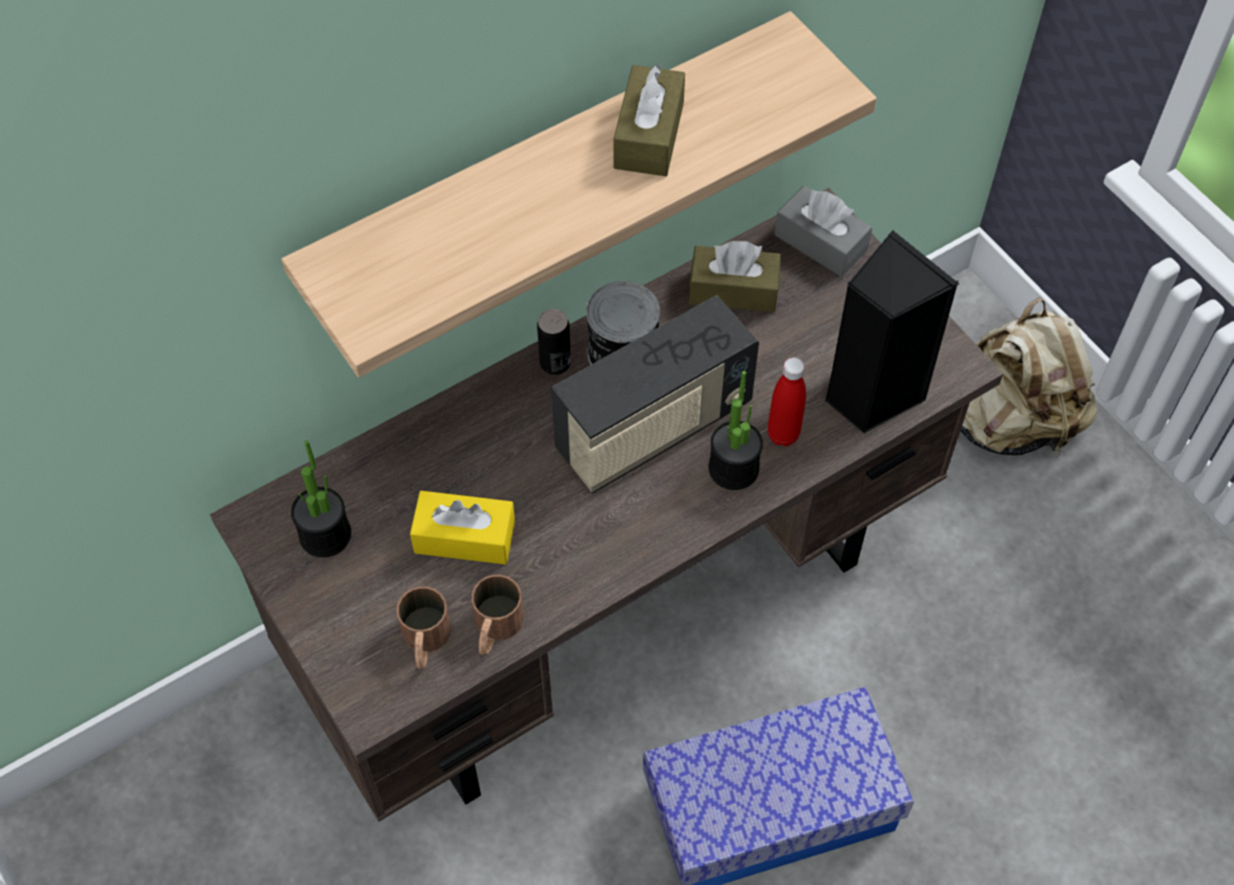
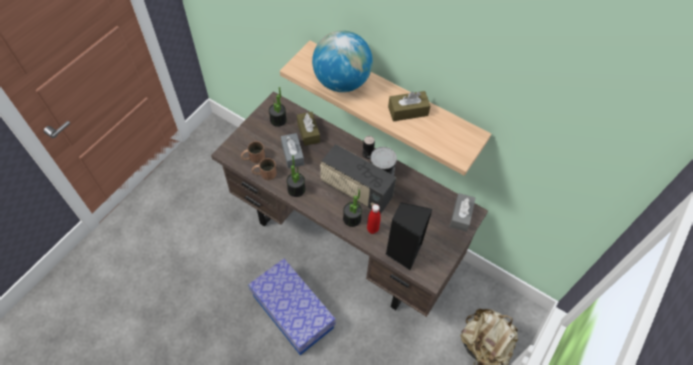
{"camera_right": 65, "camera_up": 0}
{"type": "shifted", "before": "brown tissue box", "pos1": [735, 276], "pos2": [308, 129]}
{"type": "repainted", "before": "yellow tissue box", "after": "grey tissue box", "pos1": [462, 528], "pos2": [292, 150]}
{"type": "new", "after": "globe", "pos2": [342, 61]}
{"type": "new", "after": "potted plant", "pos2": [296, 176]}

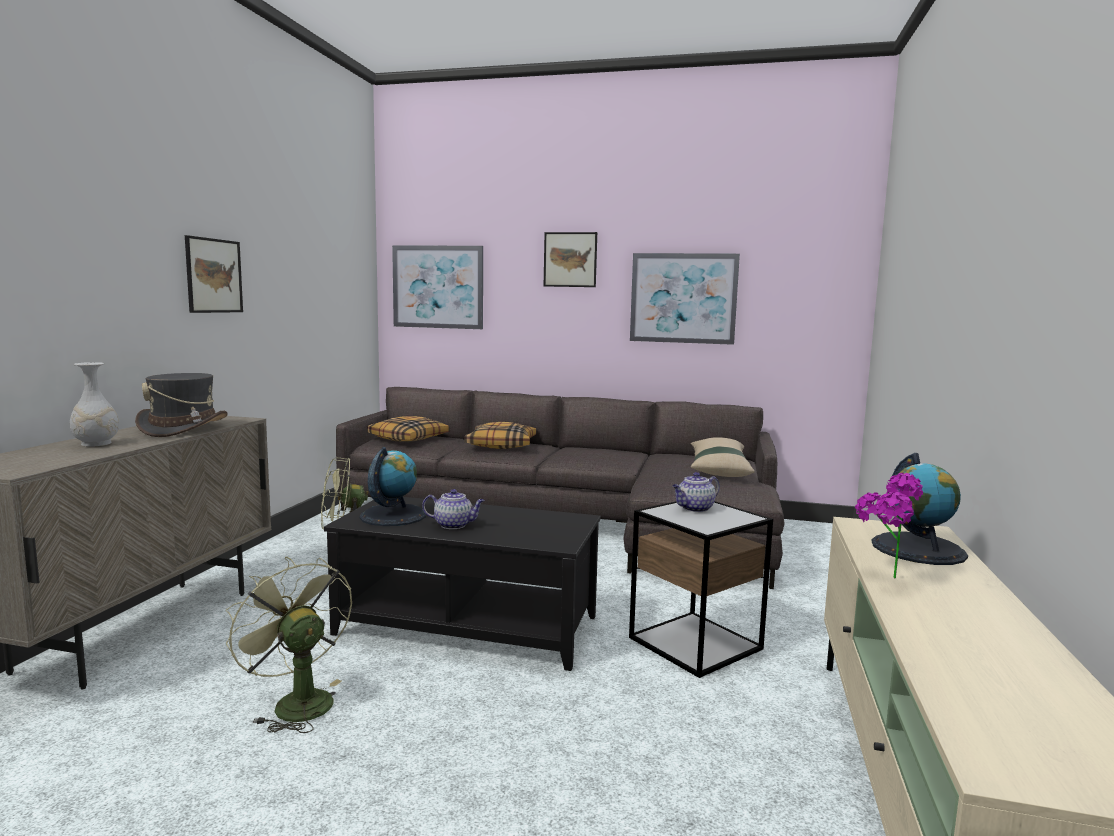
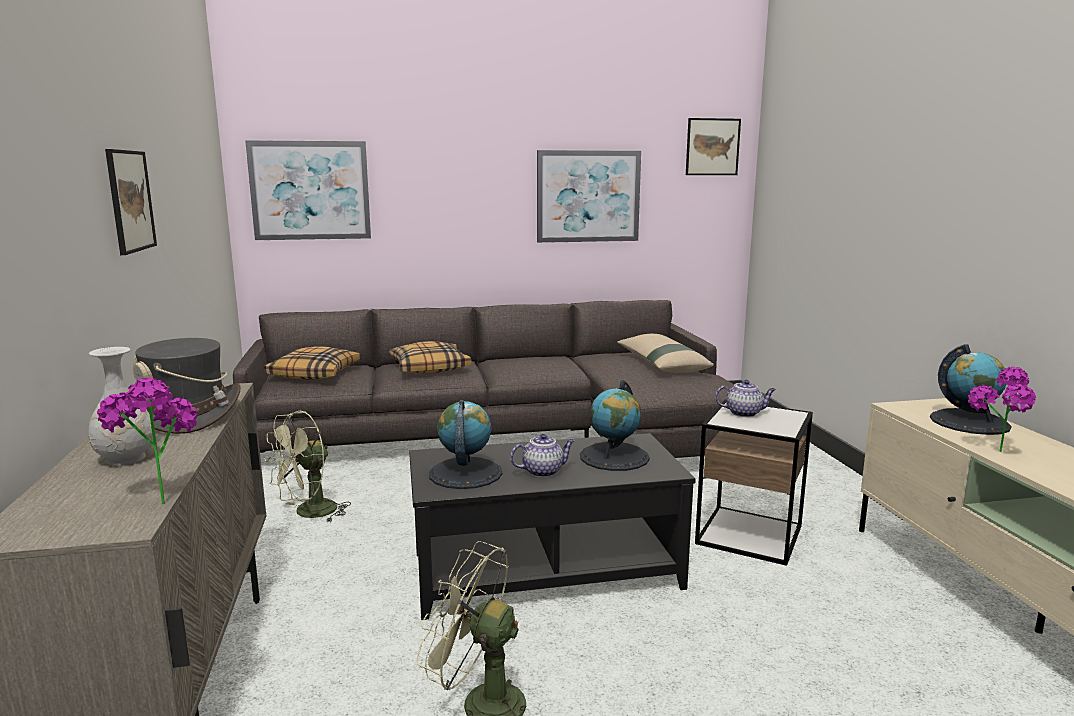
{"camera_right": -25, "camera_up": 5}
{"type": "shifted", "before": "picture", "pos1": [570, 259], "pos2": [713, 146]}
{"type": "rotated", "before": "teapot", "pos1": [696, 492], "pos2": [745, 398], "turn": -120}
{"type": "new", "after": "potted plant", "pos2": [147, 441]}
{"type": "new", "after": "globe", "pos2": [615, 425]}

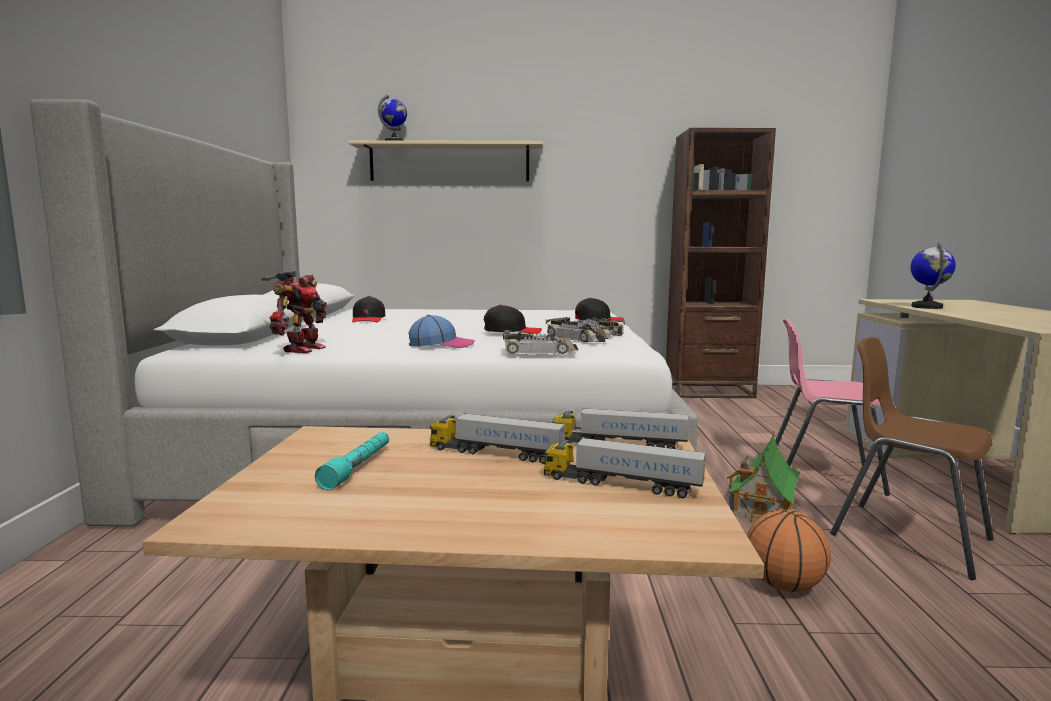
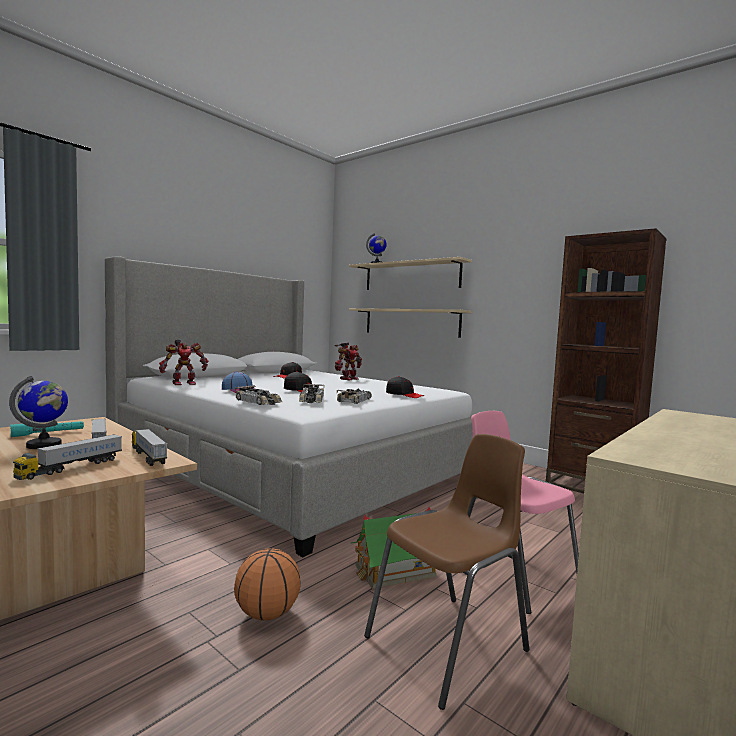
{"camera_right": 40, "camera_up": -5}
{"type": "shifted", "before": "globe", "pos1": [933, 275], "pos2": [38, 412]}
{"type": "rotated", "before": "brown chair", "pos1": [912, 458], "pos2": [446, 572], "turn": 60}
{"type": "rotated", "before": "toy truck", "pos1": [625, 467], "pos2": [67, 457], "turn": -120}
{"type": "new", "after": "beige shelf", "pos2": [410, 323]}
{"type": "new", "after": "toy robot", "pos2": [348, 361]}

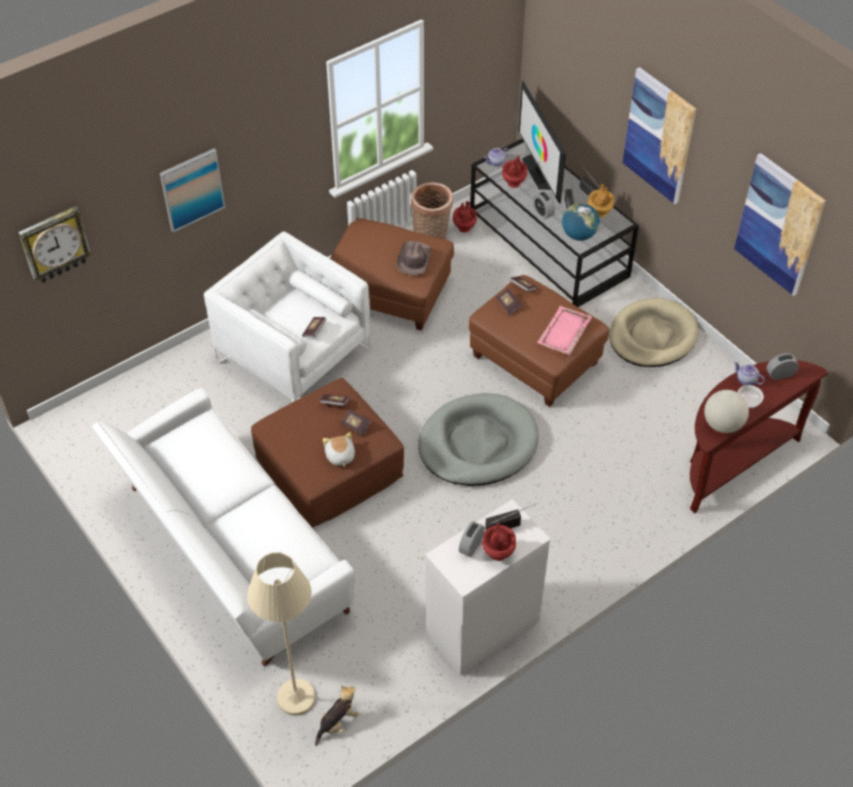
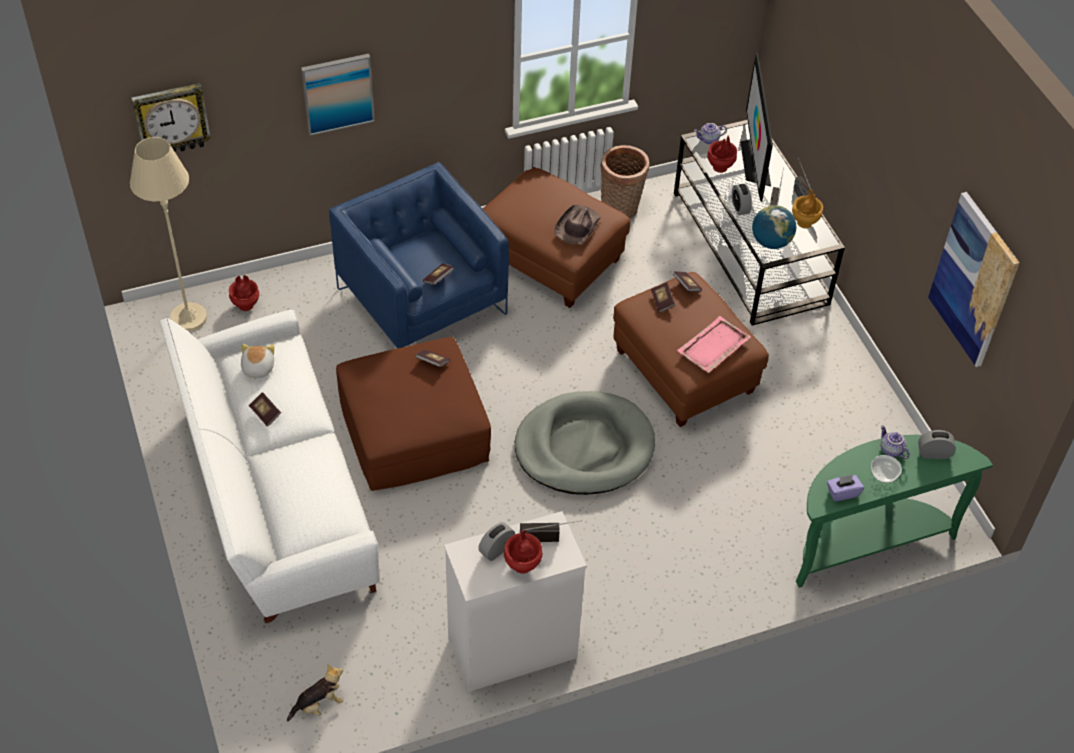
{"camera_right": 15, "camera_up": 0}
{"type": "gone", "before": "picture", "pos1": [659, 135]}
{"type": "shifted", "before": "red vase", "pos1": [465, 217], "pos2": [244, 293]}
{"type": "repainted", "before": "white armchair", "after": "blue armchair", "pos1": [287, 316], "pos2": [419, 255]}
{"type": "gone", "before": "beige dog bed", "pos1": [654, 332]}
{"type": "repainted", "before": "brown console table", "after": "green console table", "pos1": [759, 436], "pos2": [894, 511]}
{"type": "swapped", "before": "globe", "after": "purple tissue box", "pos1": [726, 411], "pos2": [845, 488]}
{"type": "shifted", "before": "book", "pos1": [356, 422], "pos2": [265, 409]}
{"type": "shifted", "before": "plush toy", "pos1": [339, 450], "pos2": [257, 362]}
{"type": "shifted", "before": "beige floor lamp", "pos1": [281, 634], "pos2": [168, 234]}

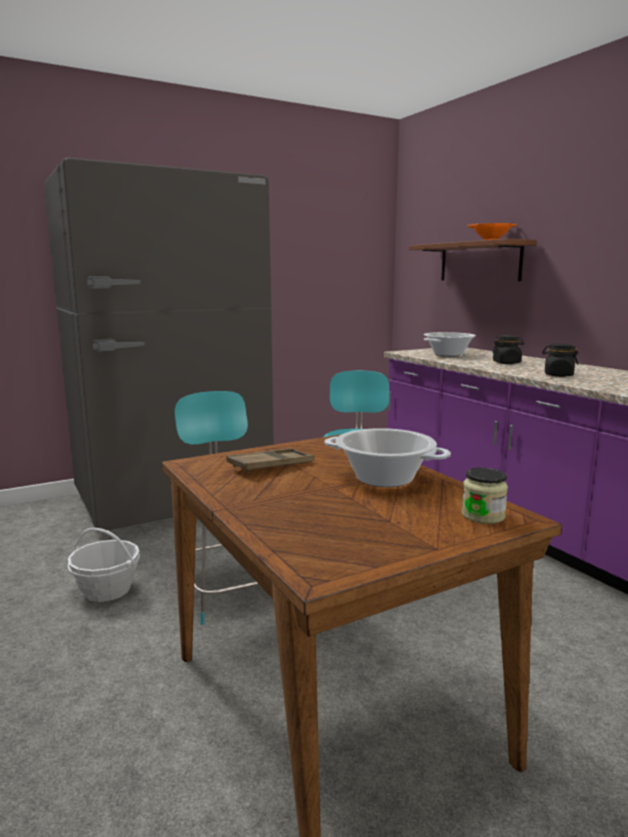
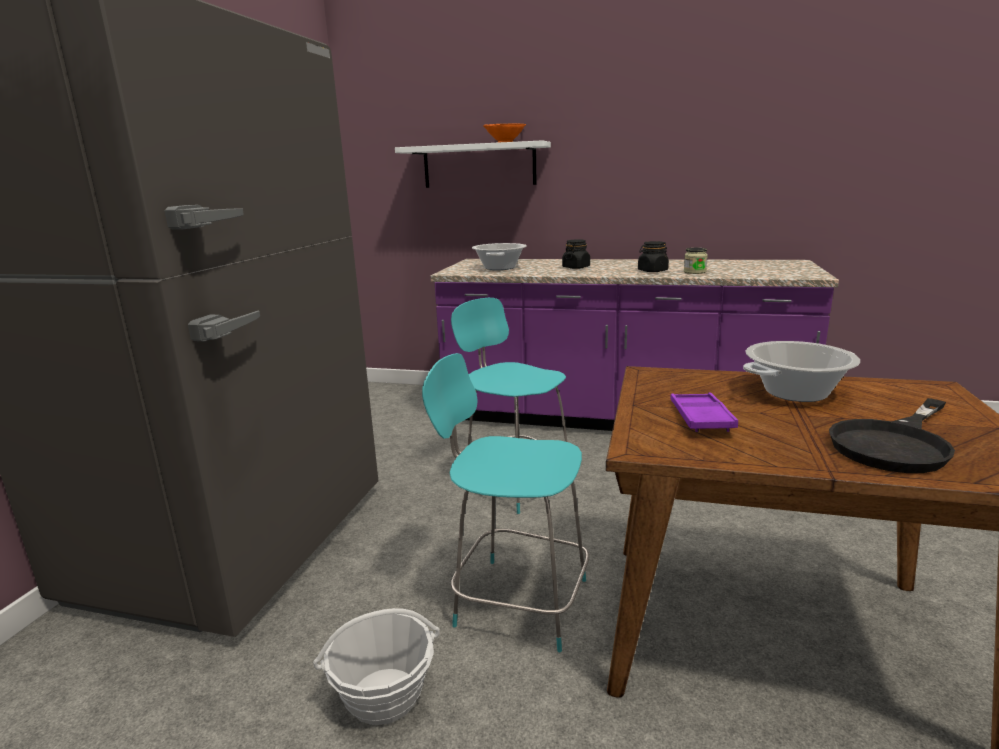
{"camera_right": -45, "camera_up": 5}
{"type": "repainted", "before": "brown shelf", "after": "white shelf", "pos1": [472, 260], "pos2": [473, 164]}
{"type": "repainted", "before": "brown tray", "after": "purple tray", "pos1": [270, 460], "pos2": [704, 412]}
{"type": "shifted", "before": "jar", "pos1": [485, 495], "pos2": [696, 261]}
{"type": "new", "after": "black frying pan", "pos2": [892, 435]}

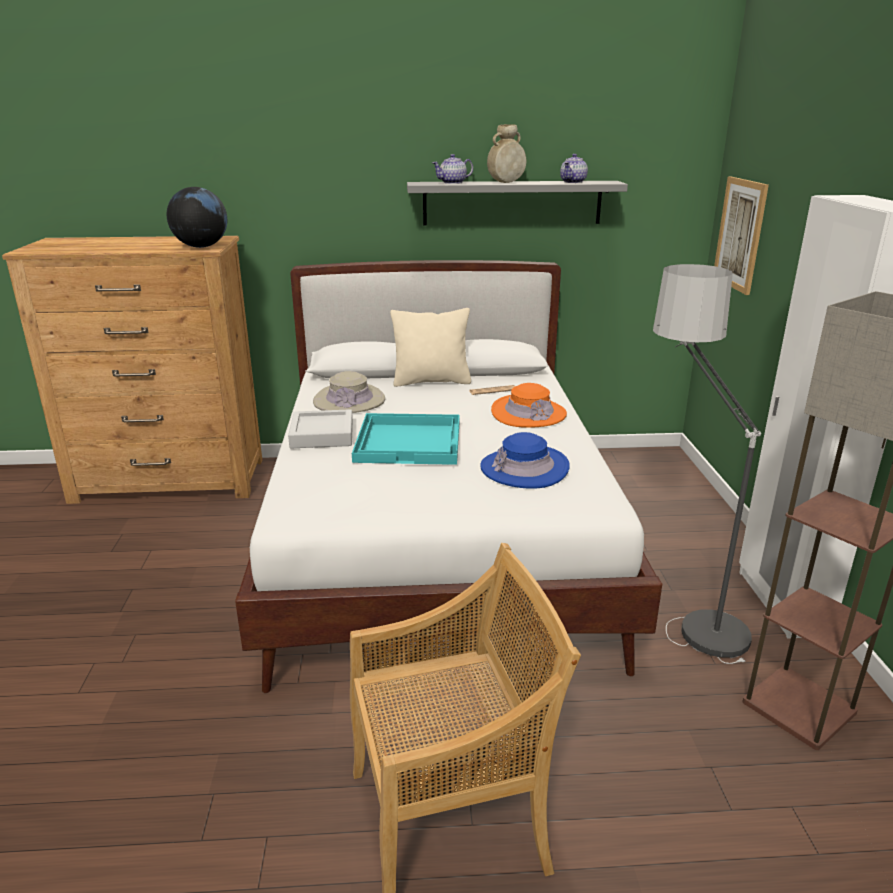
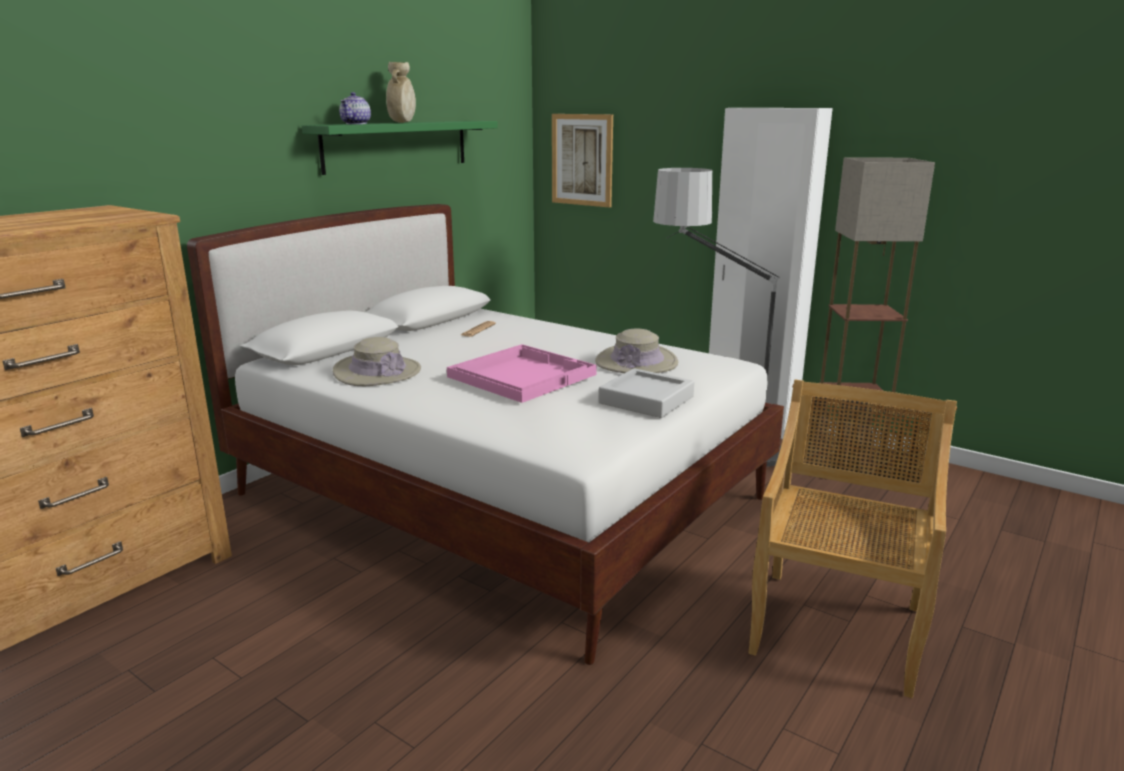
{"camera_right": -50, "camera_up": -5}
{"type": "gone", "before": "teapot", "pos1": [574, 168]}
{"type": "repainted", "before": "grey shelf", "after": "green shelf", "pos1": [517, 203], "pos2": [400, 148]}
{"type": "gone", "before": "globe", "pos1": [197, 217]}
{"type": "gone", "before": "beige pillow", "pos1": [430, 347]}
{"type": "gone", "before": "orange hat", "pos1": [529, 405]}
{"type": "shifted", "before": "grey tray", "pos1": [320, 428], "pos2": [646, 393]}
{"type": "repainted", "before": "turquoise tray", "after": "pink tray", "pos1": [406, 439], "pos2": [522, 373]}
{"type": "repainted", "before": "blue hat", "after": "beige hat", "pos1": [525, 460], "pos2": [636, 351]}

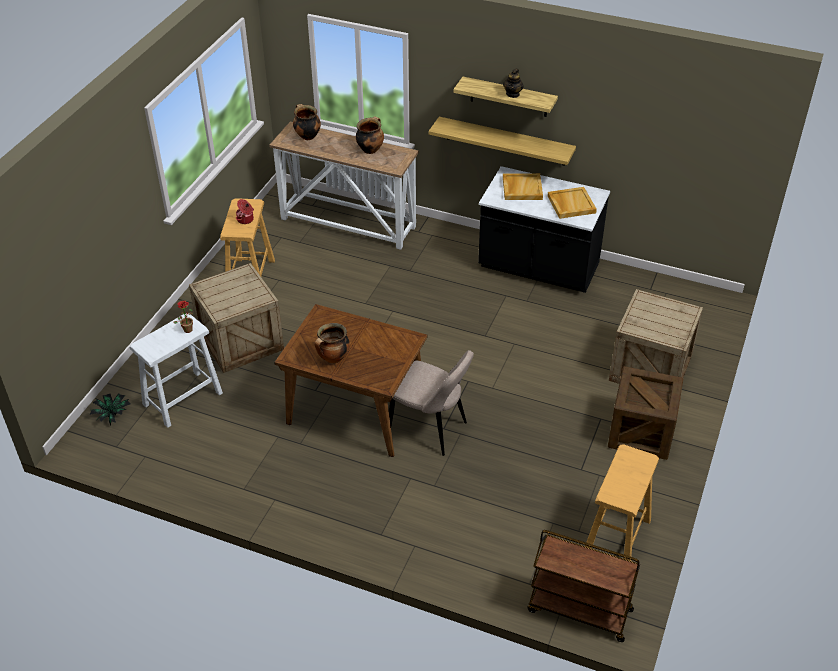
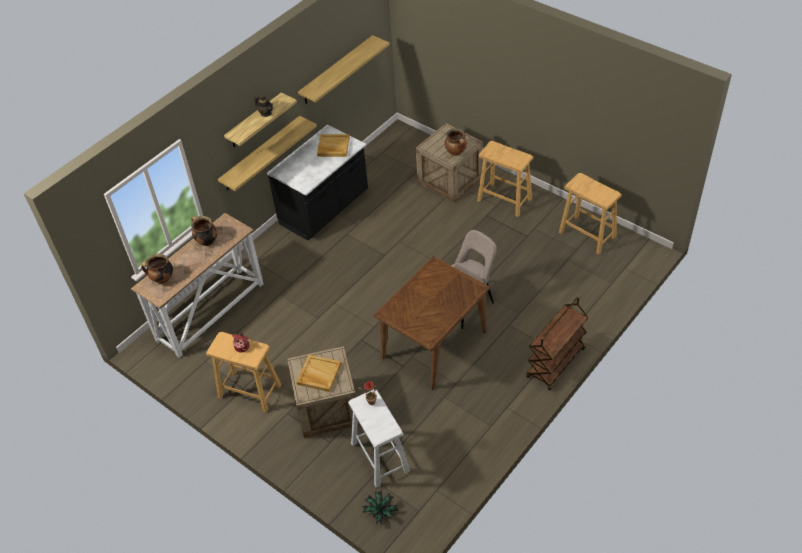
{"camera_right": -70, "camera_up": 5}
{"type": "shifted", "before": "beige tray", "pos1": [523, 186], "pos2": [318, 373]}
{"type": "shifted", "before": "cooking pot", "pos1": [332, 343], "pos2": [456, 142]}
{"type": "swapped", "before": "crate", "after": "beige stool", "pos1": [645, 413], "pos2": [505, 179]}
{"type": "shifted", "before": "brown cart", "pos1": [583, 586], "pos2": [557, 343]}
{"type": "new", "after": "shelf", "pos2": [344, 69]}

